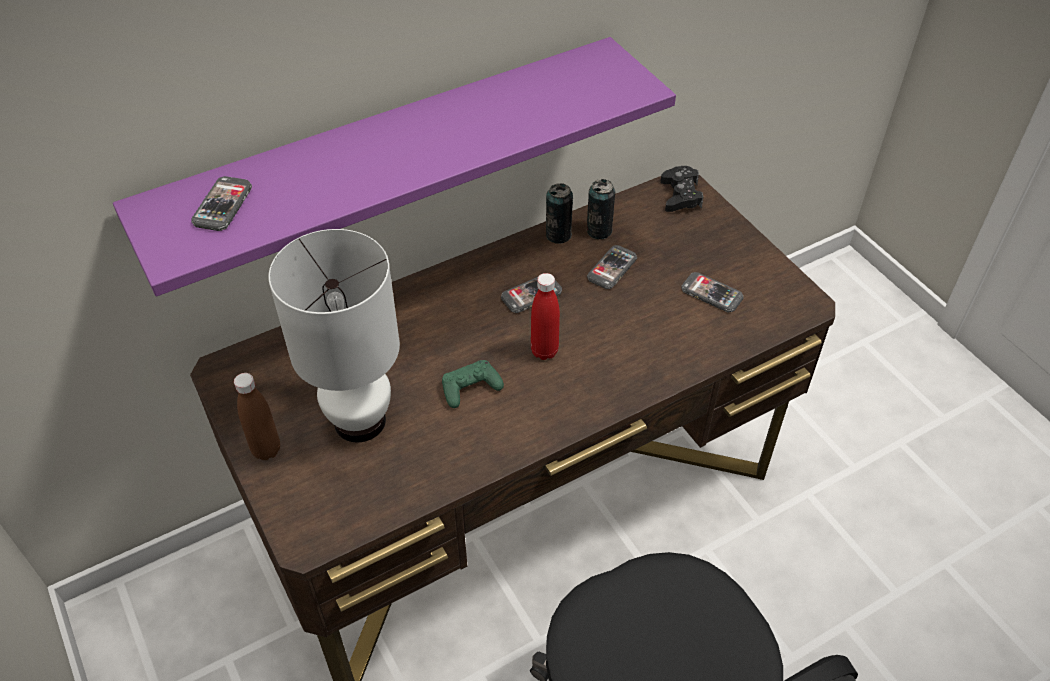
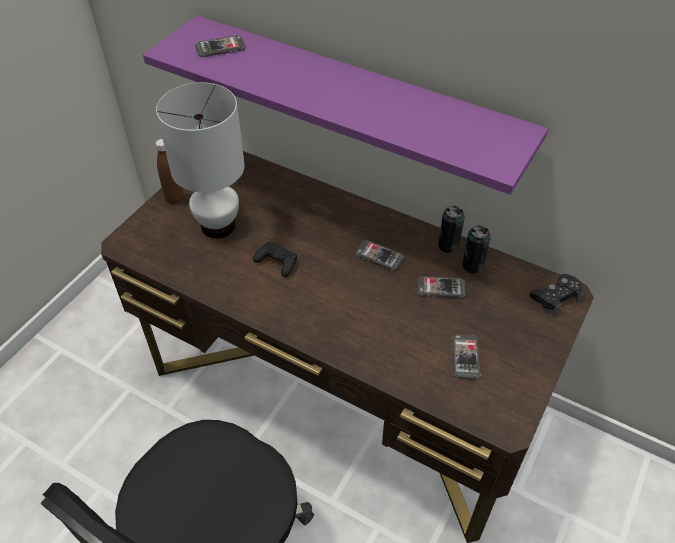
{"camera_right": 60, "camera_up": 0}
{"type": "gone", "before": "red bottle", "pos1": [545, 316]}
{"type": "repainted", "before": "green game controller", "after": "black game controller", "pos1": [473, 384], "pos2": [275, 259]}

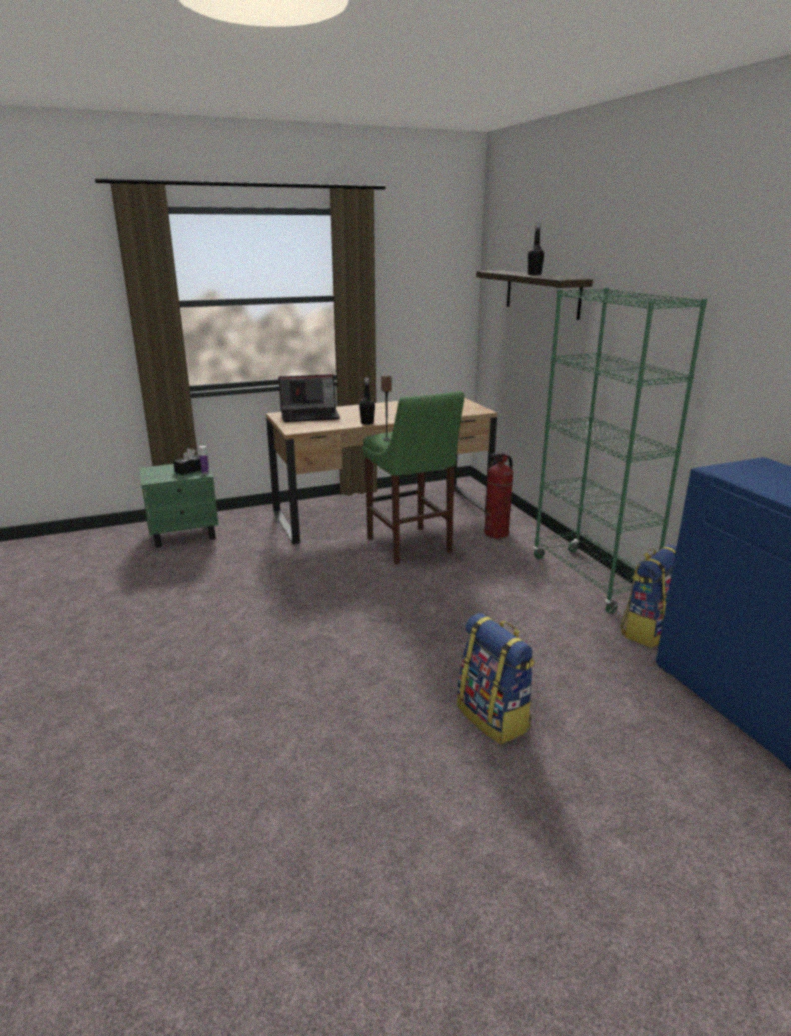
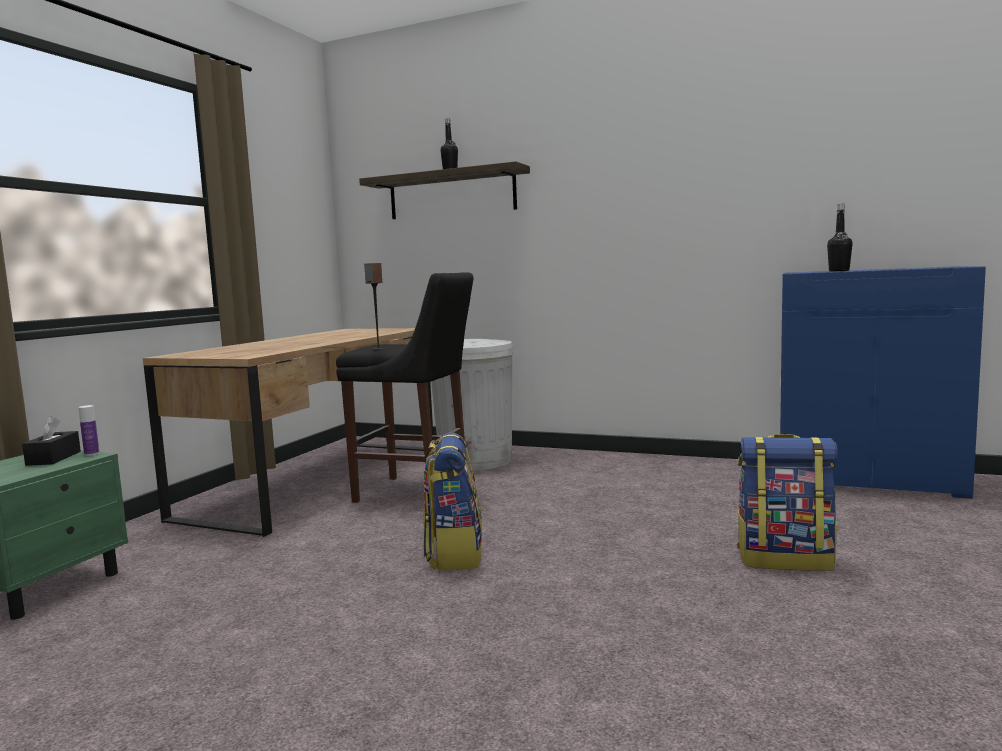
{"camera_right": -45, "camera_up": -15}
{"type": "gone", "before": "green bookcase", "pos1": [620, 450]}
{"type": "gone", "before": "laptop", "pos1": [309, 398]}
{"type": "shifted", "before": "black bottle", "pos1": [367, 401], "pos2": [840, 238]}
{"type": "repainted", "before": "green stool", "after": "black stool", "pos1": [413, 478], "pos2": [404, 387]}
{"type": "swapped", "before": "fire extinguisher", "after": "white trash can", "pos1": [498, 496], "pos2": [473, 405]}
{"type": "shifted", "before": "backpack", "pos1": [648, 596], "pos2": [452, 501]}

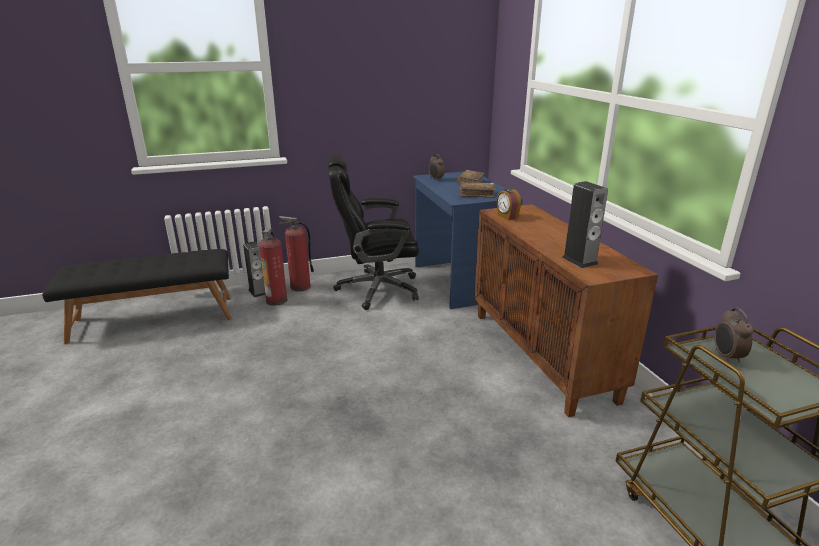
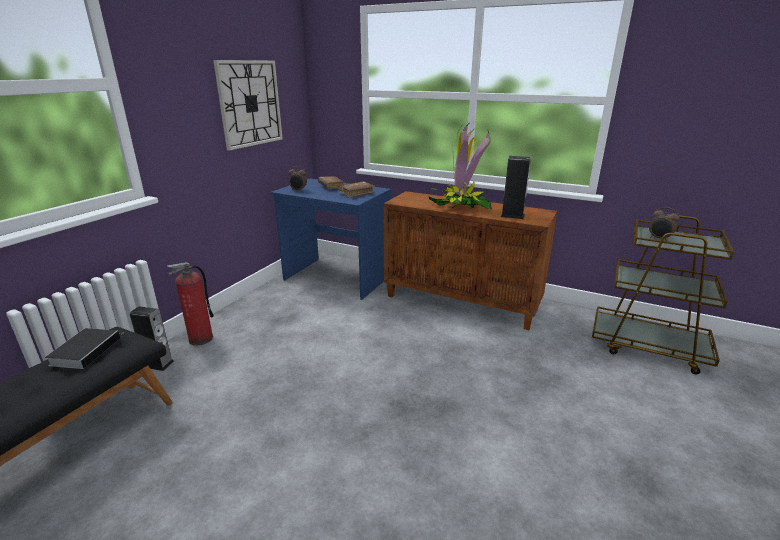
{"camera_right": -45, "camera_up": 0}
{"type": "gone", "before": "black office chair", "pos1": [373, 232]}
{"type": "gone", "before": "alarm clock", "pos1": [509, 204]}
{"type": "gone", "before": "fire extinguisher", "pos1": [273, 267]}
{"type": "new", "after": "wall clock", "pos2": [248, 105]}
{"type": "new", "after": "potted plant", "pos2": [460, 166]}
{"type": "new", "after": "book", "pos2": [84, 348]}

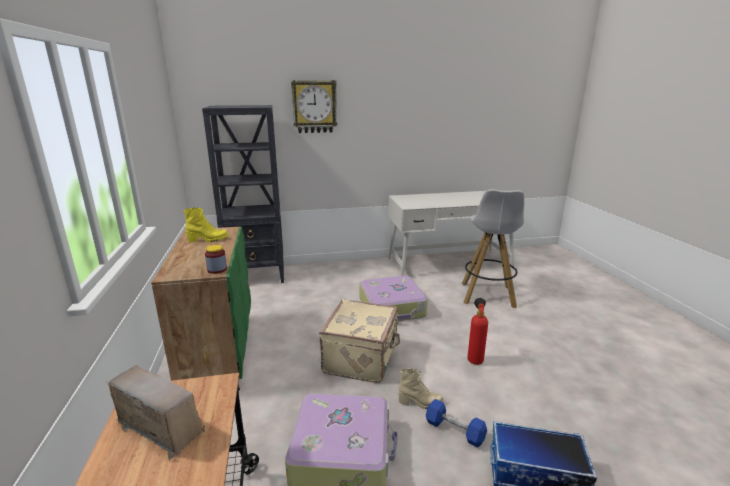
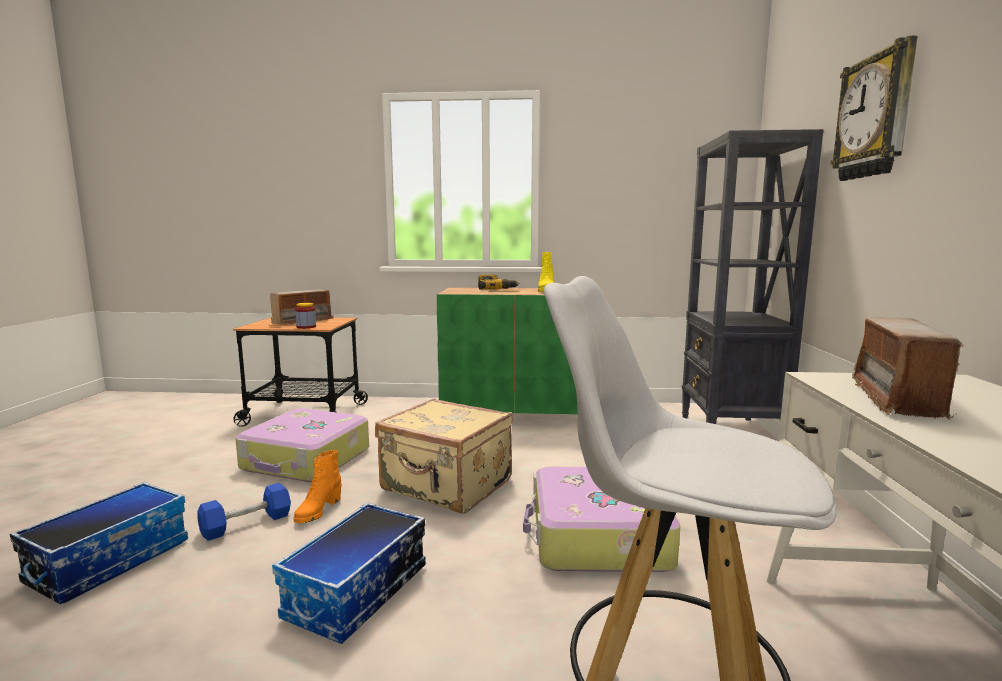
{"camera_right": 105, "camera_up": -10}
{"type": "shifted", "before": "jar", "pos1": [216, 259], "pos2": [305, 316]}
{"type": "swapped", "before": "fire extinguisher", "after": "storage box", "pos1": [477, 331], "pos2": [349, 573]}
{"type": "repainted", "before": "beige boot", "after": "orange boot", "pos1": [420, 388], "pos2": [317, 486]}
{"type": "new", "after": "power drill", "pos2": [498, 282]}
{"type": "new", "after": "radio", "pos2": [907, 368]}

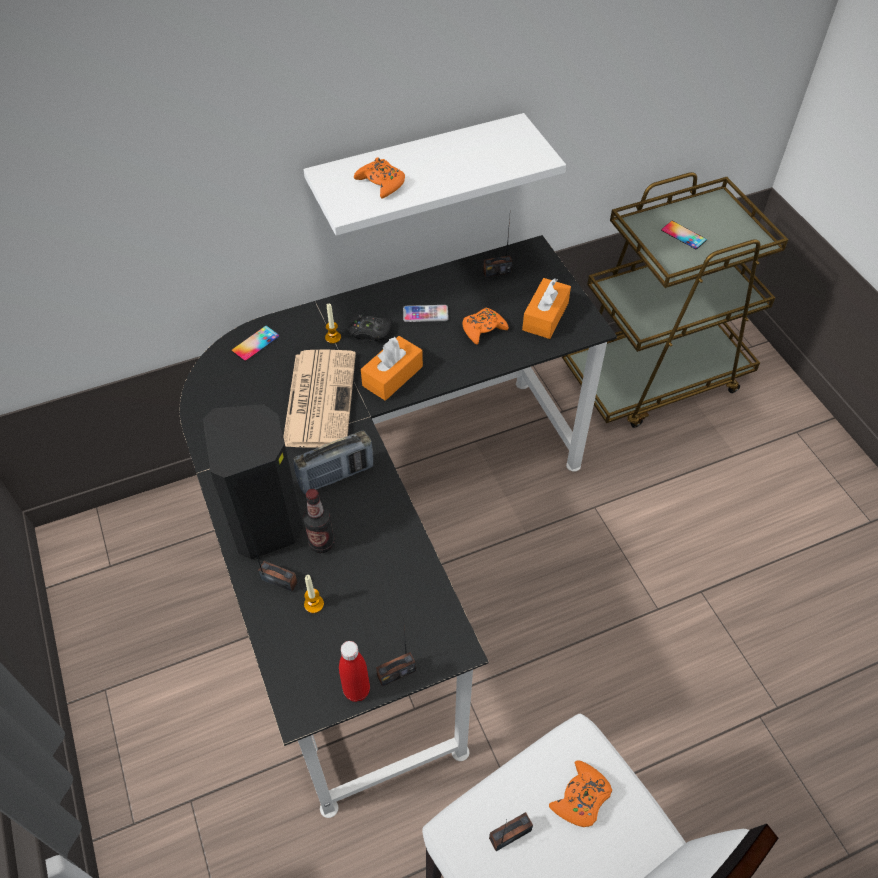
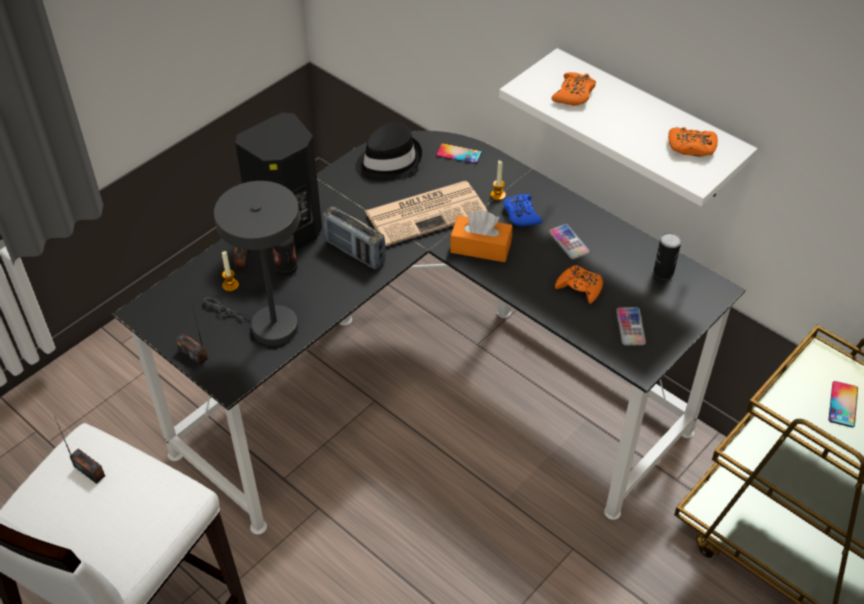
{"camera_right": 65, "camera_up": -5}
{"type": "swapped", "before": "radio", "after": "can", "pos1": [497, 247], "pos2": [667, 256]}
{"type": "swapped", "before": "orange tissue box", "after": "phone", "pos1": [546, 308], "pos2": [631, 326]}
{"type": "repainted", "before": "black game controller", "after": "blue game controller", "pos1": [370, 327], "pos2": [522, 210]}
{"type": "gone", "before": "red bottle", "pos1": [354, 671]}
{"type": "shifted", "before": "orange game controller", "pos1": [580, 793], "pos2": [693, 142]}
{"type": "new", "after": "black hat", "pos2": [388, 152]}
{"type": "new", "after": "grey table lamp", "pos2": [251, 263]}

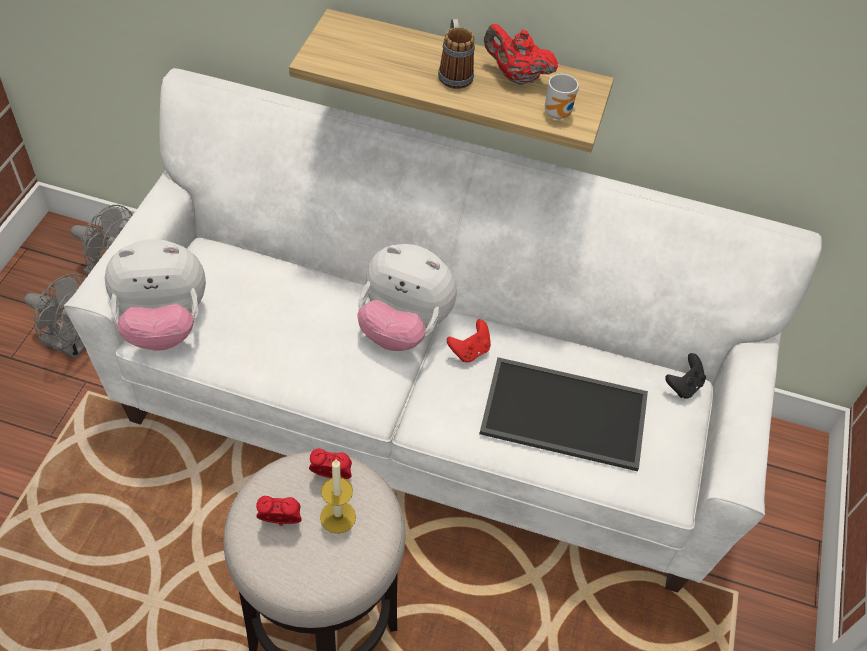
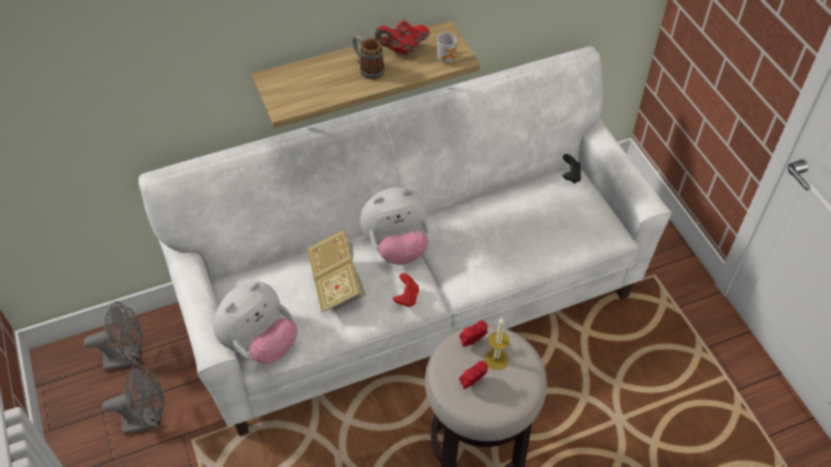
{"camera_right": -35, "camera_up": 0}
{"type": "shifted", "before": "red game controller", "pos1": [469, 340], "pos2": [406, 290]}
{"type": "gone", "before": "tray", "pos1": [563, 414]}
{"type": "new", "after": "book", "pos2": [336, 271]}

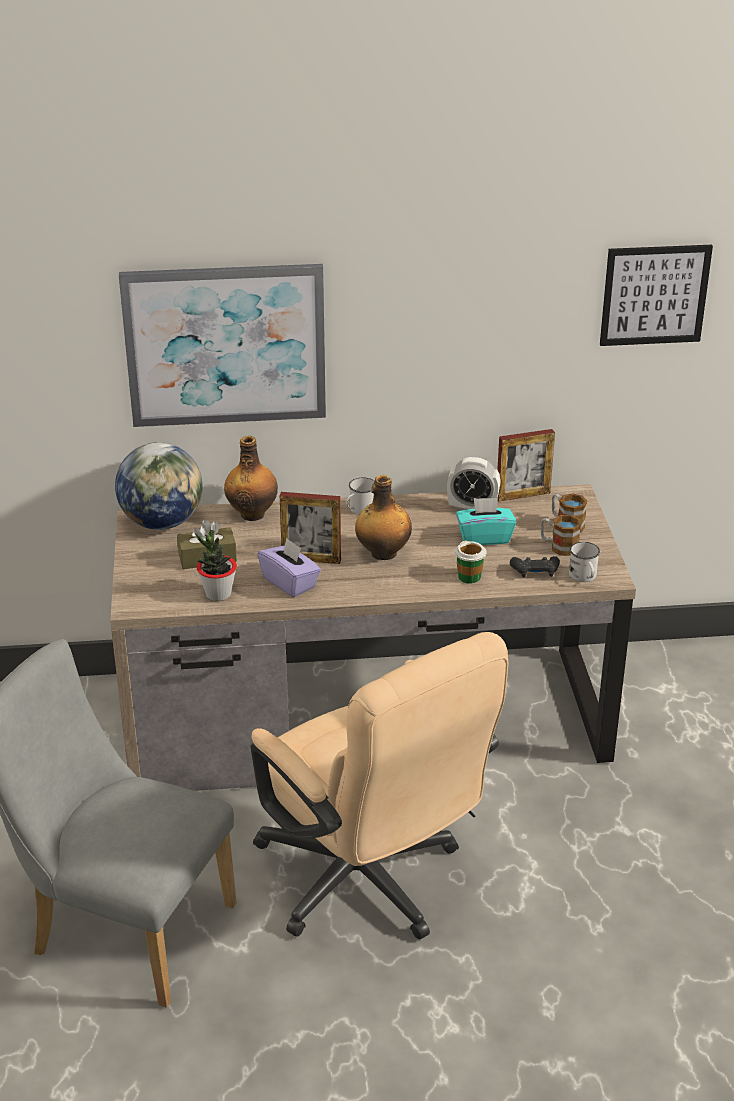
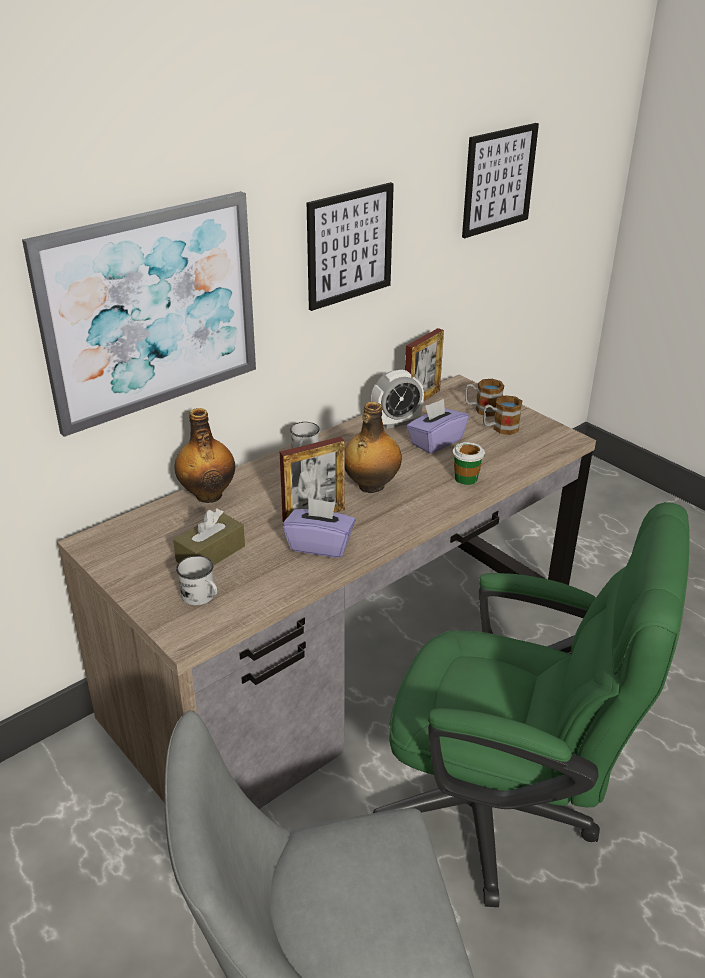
{"camera_right": -35, "camera_up": 0}
{"type": "gone", "before": "globe", "pos1": [159, 486]}
{"type": "repainted", "before": "turquoise tissue box", "after": "purple tissue box", "pos1": [486, 521], "pos2": [437, 426]}
{"type": "gone", "before": "potted plant", "pos1": [216, 565]}
{"type": "shifted", "before": "white mug", "pos1": [584, 562], "pos2": [197, 581]}
{"type": "gone", "before": "black game controller", "pos1": [535, 566]}
{"type": "repainted", "before": "beige office chair", "after": "green office chair", "pos1": [379, 785], "pos2": [531, 704]}
{"type": "new", "after": "picture", "pos2": [350, 246]}

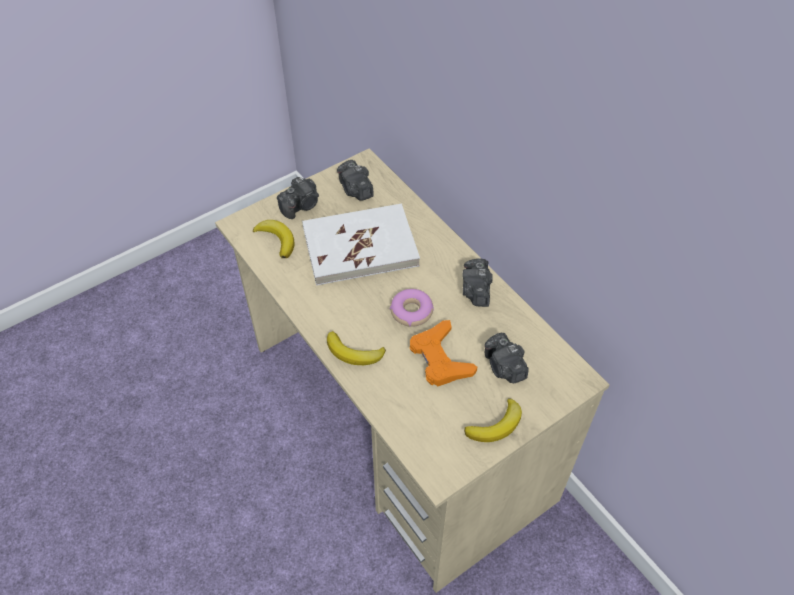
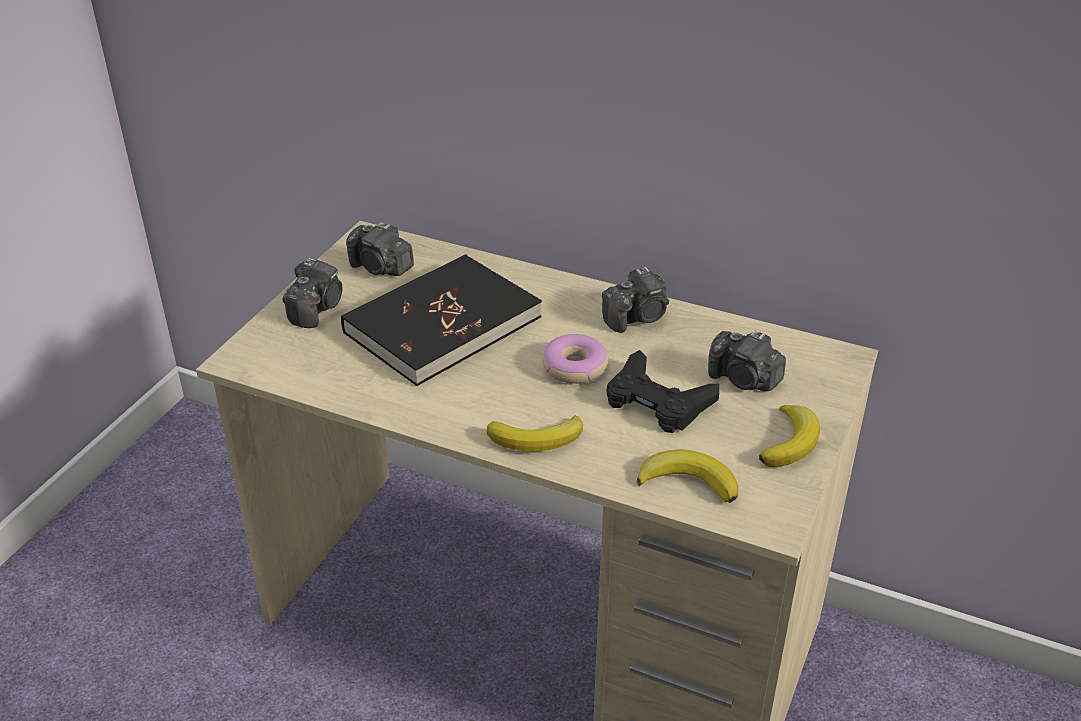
{"camera_right": -30, "camera_up": -15}
{"type": "repainted", "before": "white book", "after": "black book", "pos1": [361, 245], "pos2": [441, 320]}
{"type": "shifted", "before": "banana", "pos1": [274, 239], "pos2": [687, 476]}
{"type": "rotated", "before": "photo camera", "pos1": [477, 282], "pos2": [635, 300], "turn": -90}
{"type": "repainted", "before": "orange game controller", "after": "black game controller", "pos1": [443, 353], "pos2": [663, 391]}

